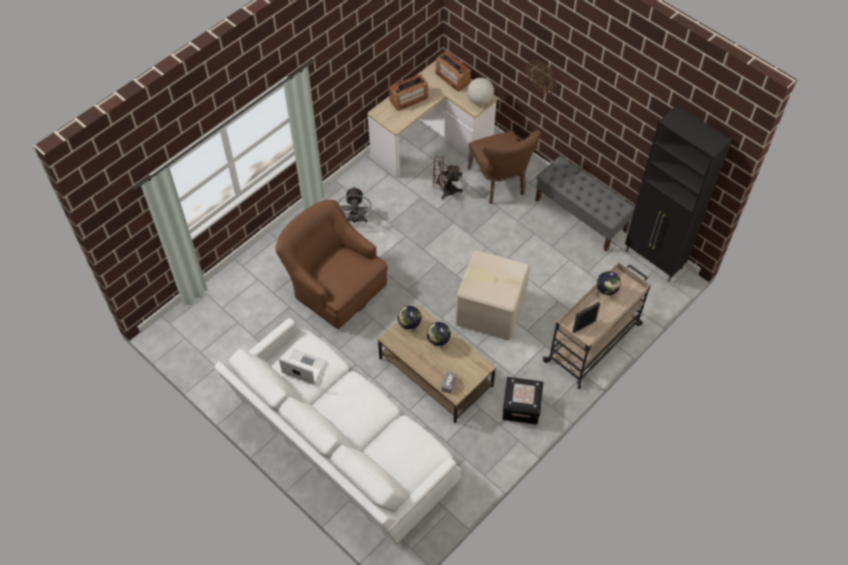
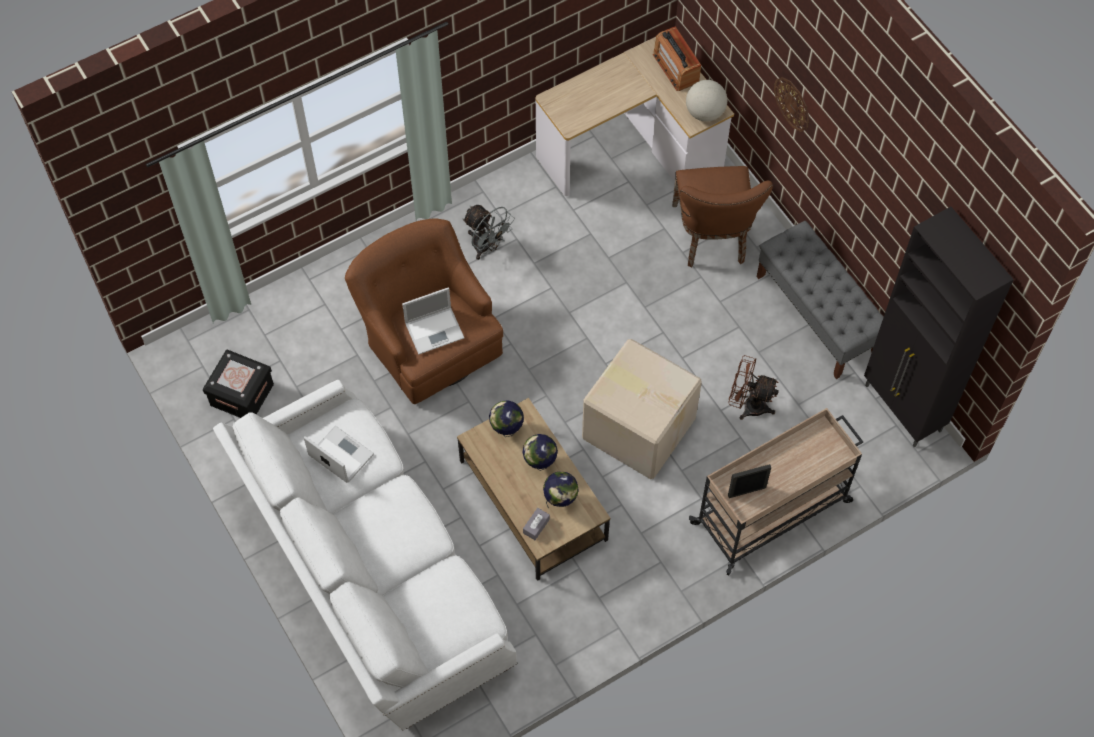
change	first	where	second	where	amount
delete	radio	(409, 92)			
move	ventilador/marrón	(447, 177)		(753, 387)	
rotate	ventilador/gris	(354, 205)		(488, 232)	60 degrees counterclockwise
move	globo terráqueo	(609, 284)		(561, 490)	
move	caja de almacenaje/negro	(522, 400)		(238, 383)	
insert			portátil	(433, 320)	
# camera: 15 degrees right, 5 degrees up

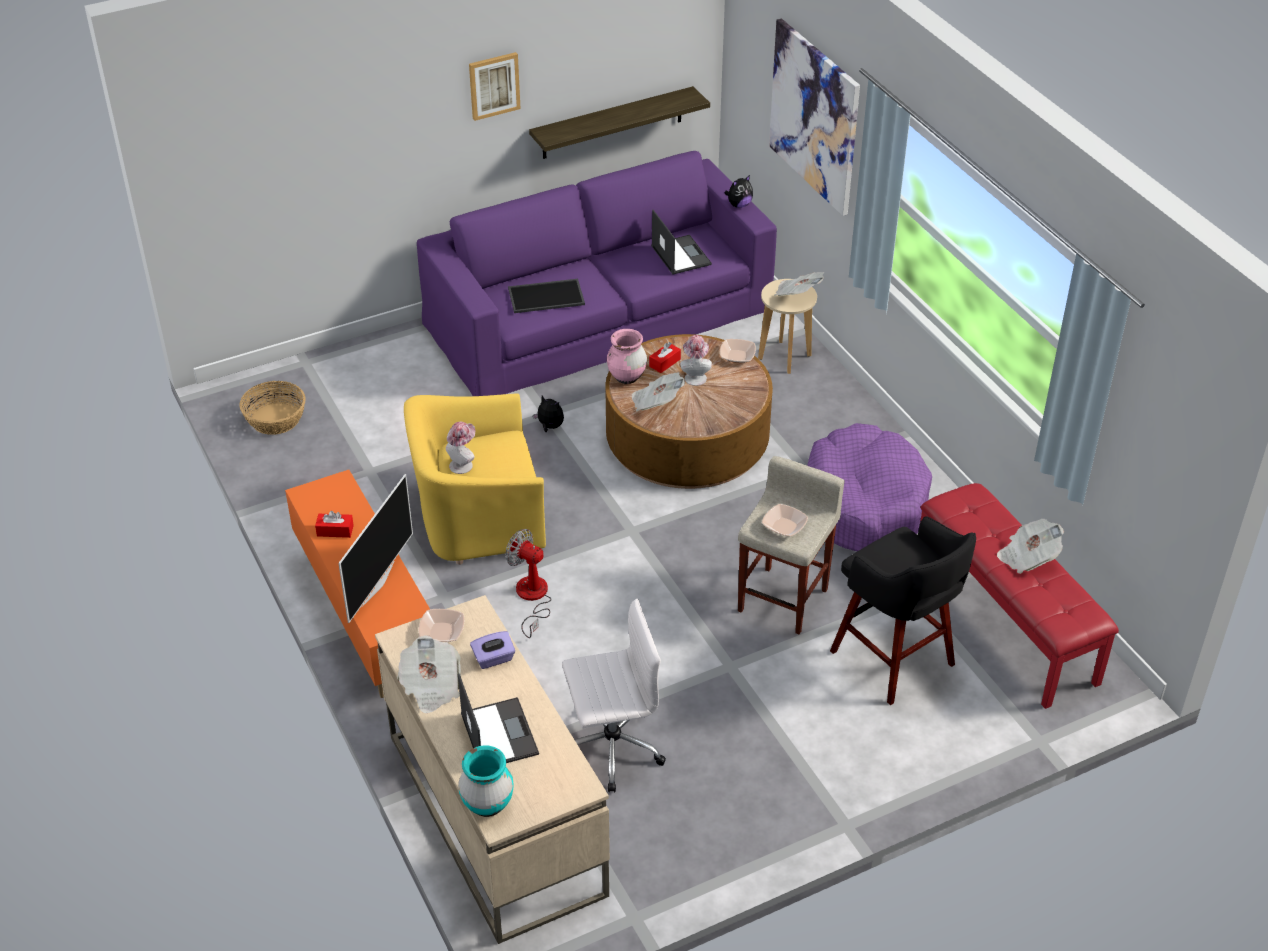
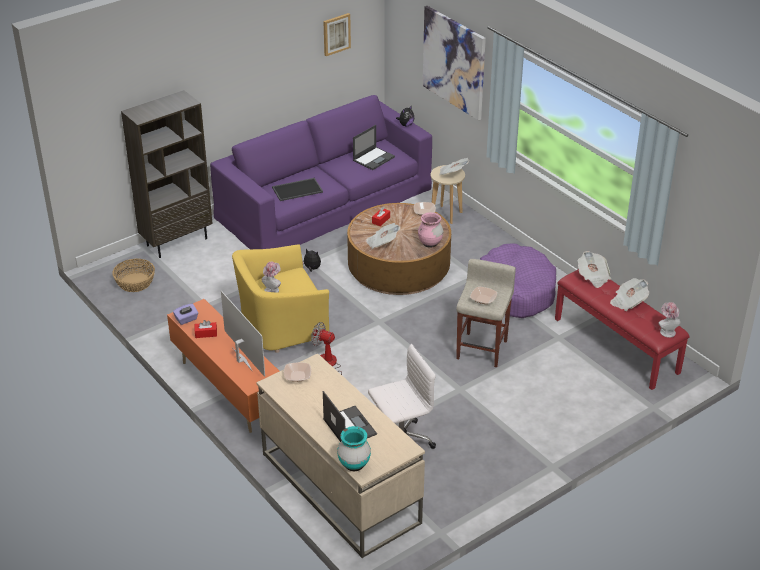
change	first	where	second	where	amount
move	cuadro	(495, 86)		(337, 34)	
delete	estante	(619, 122)			
rotate	portátil	(681, 242)		(374, 147)	75 degrees clockwise
move	florero/rosa	(627, 356)		(430, 230)	
move	sombrero	(696, 360)		(669, 320)	
rotate	televisor	(375, 548)		(243, 334)	45 degrees counterclockwise
delete	taburete/negro	(903, 610)			
move	caja de pañuelos/morado	(492, 650)		(185, 314)	
move	periódico	(429, 674)		(594, 269)	
insert			estantería/marrón	(167, 174)	
# camera: 10 degrees left, 5 degrees down

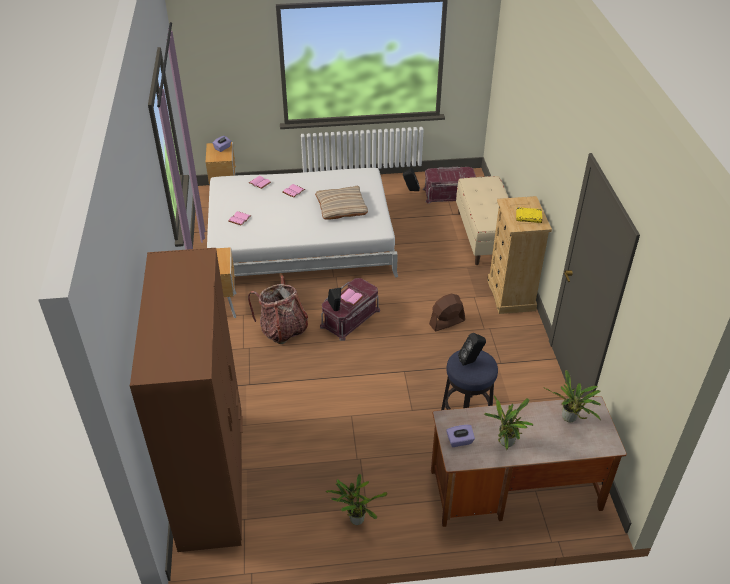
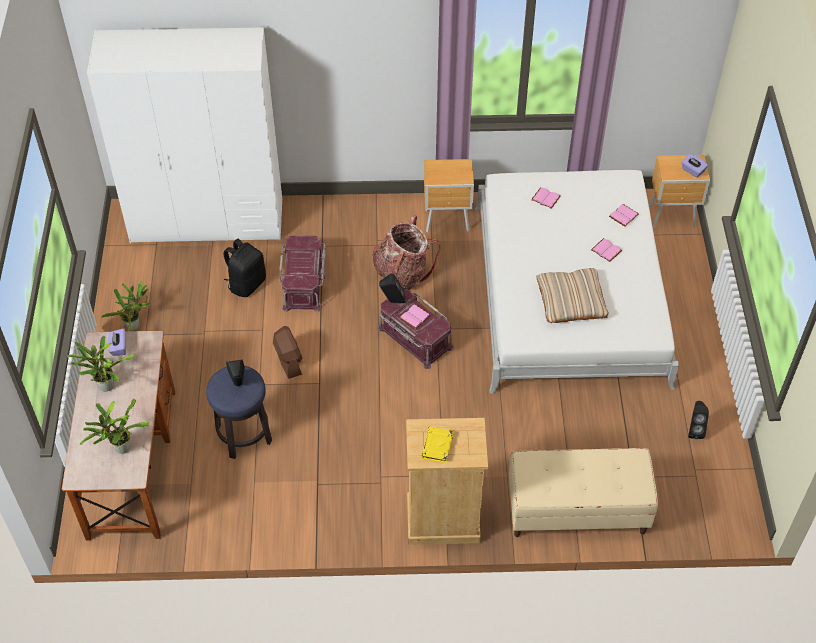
change	first	where	second	where	amount
move	caja de almacenaje/rojo	(449, 185)		(302, 274)	
recolor	armario ropero/marrón	(186, 400)	armario ropero/blanco	(184, 135)	
move	ventilador/marrón	(447, 312)		(287, 352)	
insert			mochila/negro	(245, 267)	
# camera: 95 degrees right, 10 degrees up

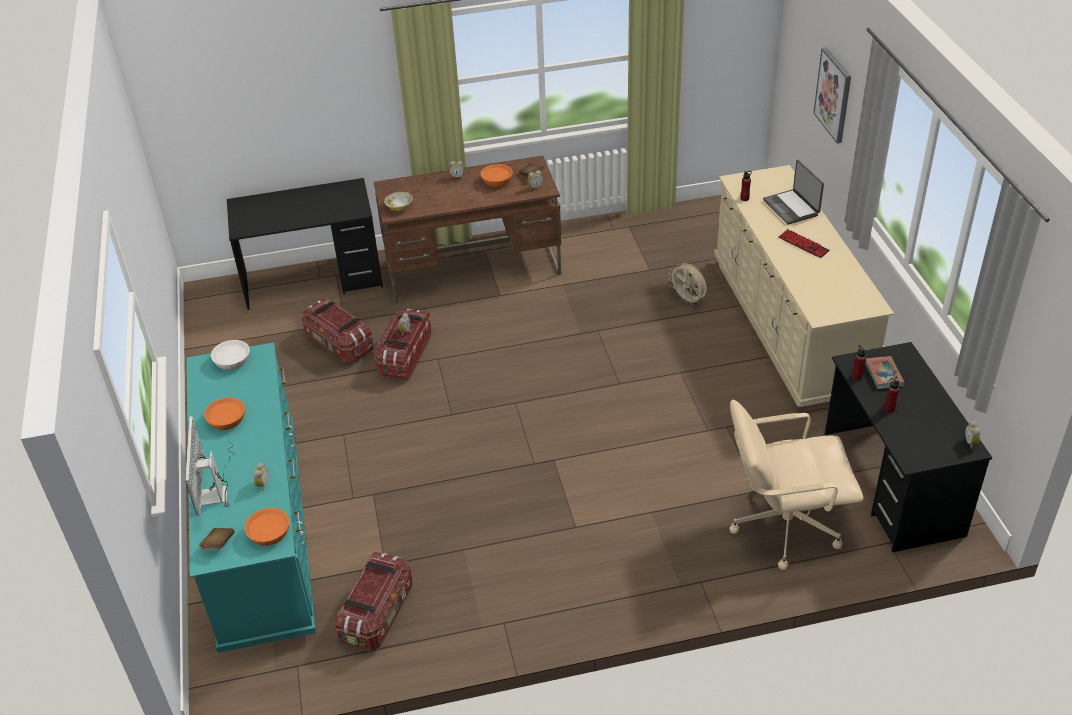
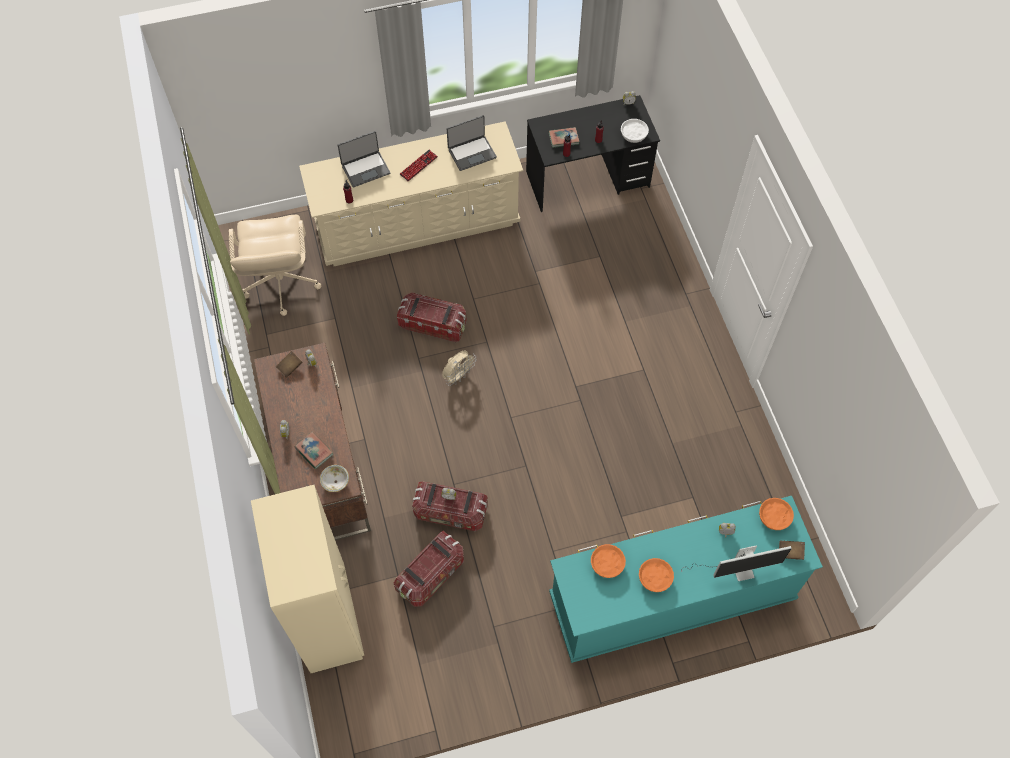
change	first	where	second	where	amount
delete	cuadro	(832, 95)			
move	cuenco/naranja	(497, 175)		(608, 561)	
replace	escritorio/negro	(305, 244)	armario ropero/beis	(307, 579)	
move	ventilador/beis	(688, 284)		(459, 368)	
move	cuenco/blanco	(230, 355)		(635, 131)	
move	silla de oficina/beis	(796, 485)		(275, 265)	
move	caja de almacenaje	(374, 601)		(432, 317)	
insert			portátil	(472, 143)	
insert			libro	(314, 450)	
# camera: 95 degrees left, 20 degrees up

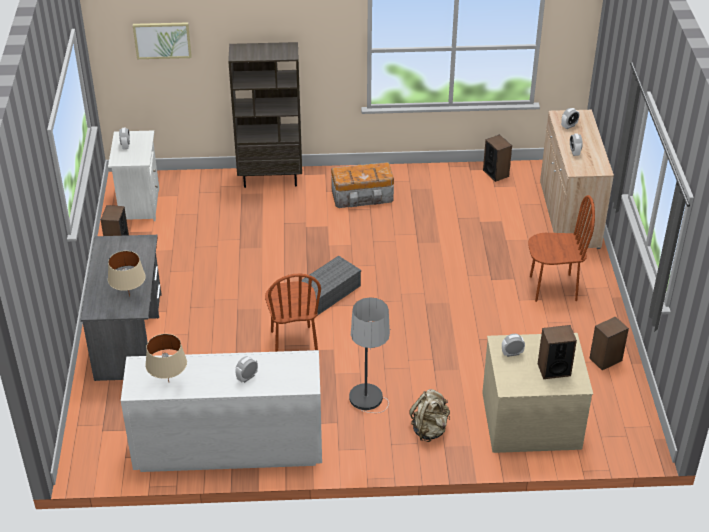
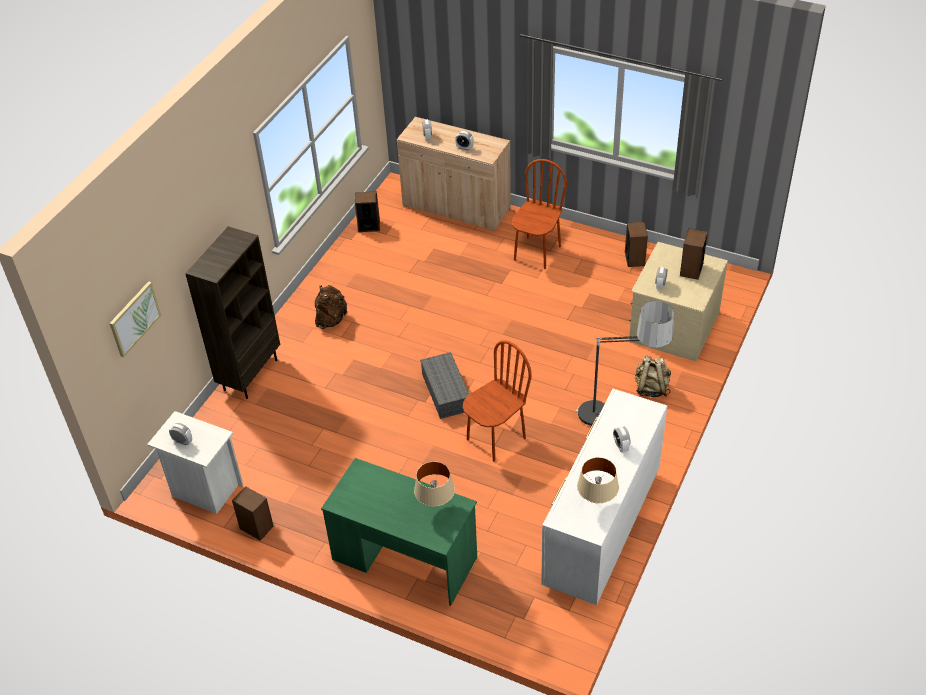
change	first	where	second	where	amount
replace	caja de almacenaje	(362, 185)	mochila/marrón	(331, 307)	
recolor	escritorio/gris	(121, 308)	escritorio/verde	(399, 532)	
rotate	silla/marrón	(293, 313)		(497, 400)	60 degrees counterclockwise
# camera: 60 degrees left, 5 degrees up

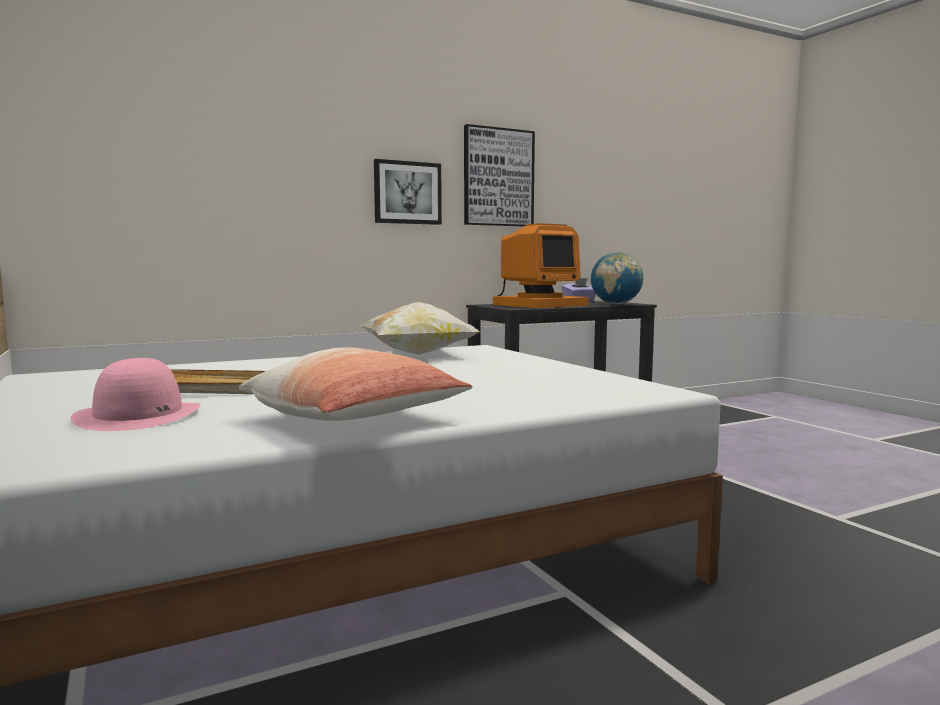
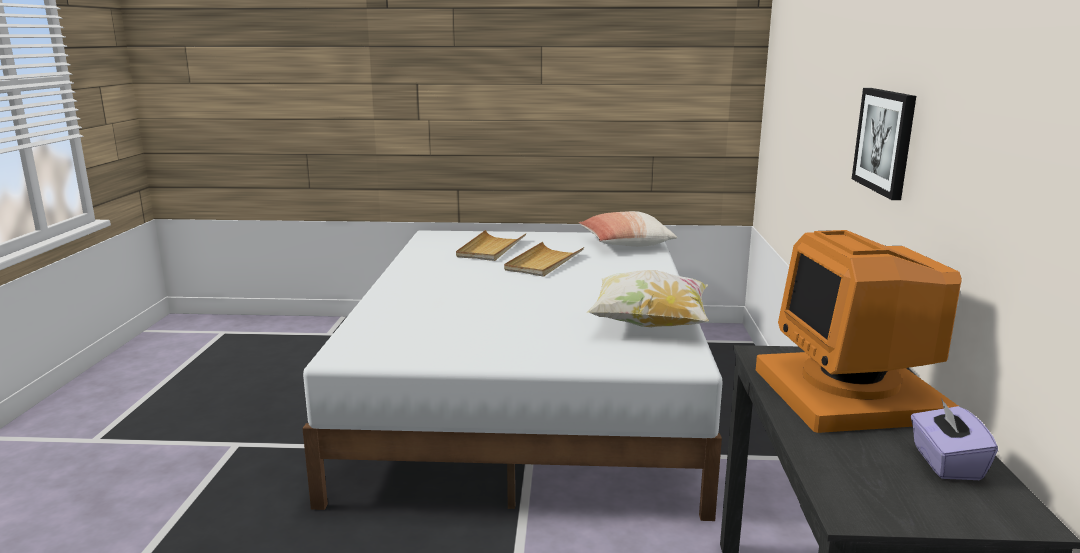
change	first	where	second	where	amount
delete	cuadro	(499, 175)			
delete	globo terráqueo	(617, 278)			
move	cojín	(356, 384)		(628, 229)	
replace	sombrero/rosa	(136, 394)	bandeja/beis	(491, 245)	
# camera: 120 degrees right, 10 degrees up

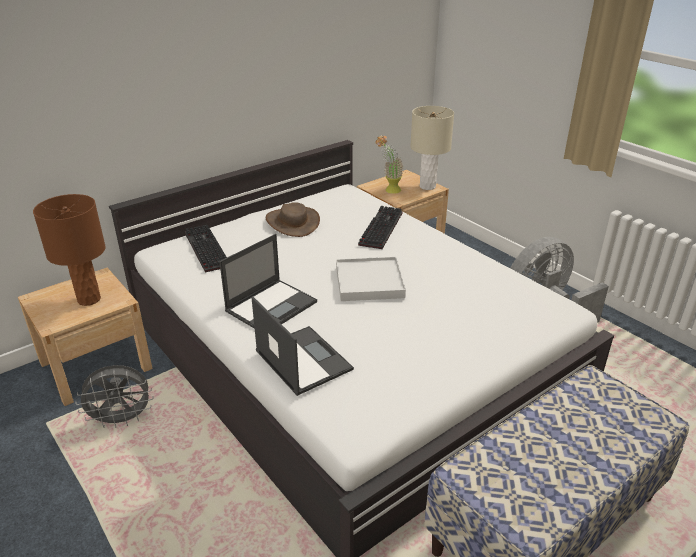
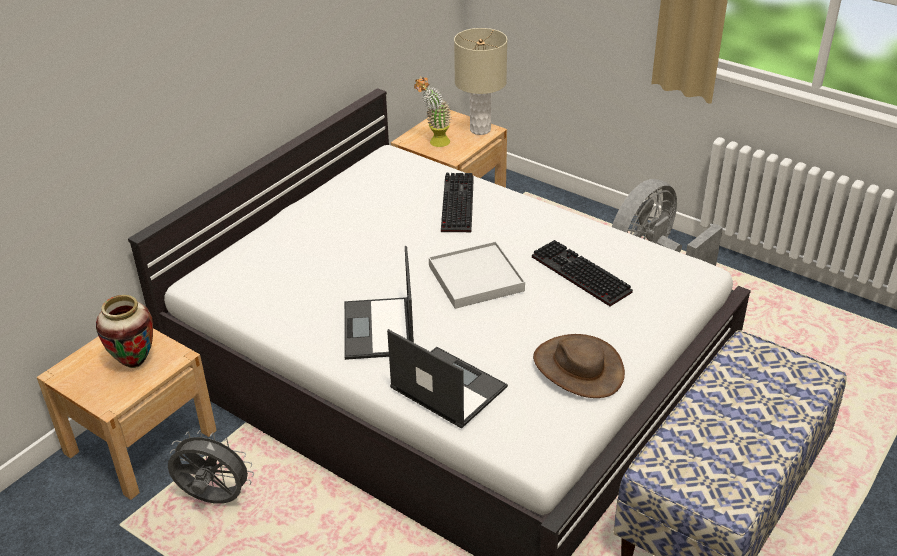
change	first	where	second	where	amount
replace	lámpara de mesa/marrón	(69, 250)	florero	(124, 331)	
move	sombrero/marrón	(293, 219)		(579, 366)	
move	teclado	(206, 248)		(582, 273)	
rotate	portátil	(268, 281)		(379, 303)	150 degrees clockwise
rotate	ventilador/gris	(114, 396)		(211, 467)	135 degrees counterclockwise
# camera: 15 degrees left, 5 degrees up

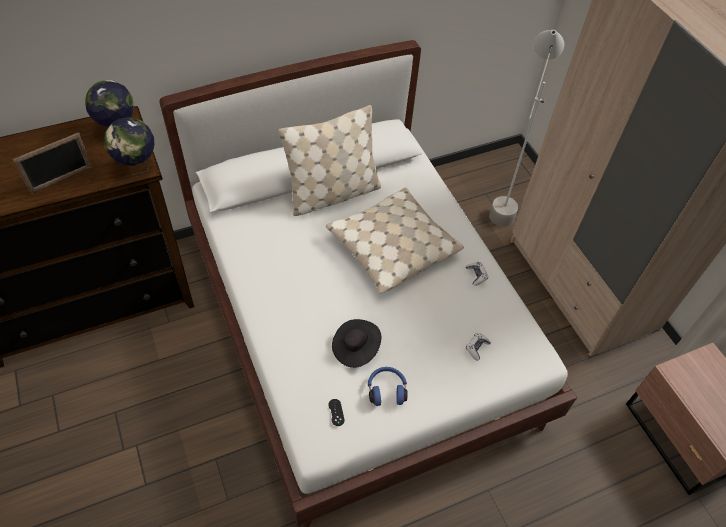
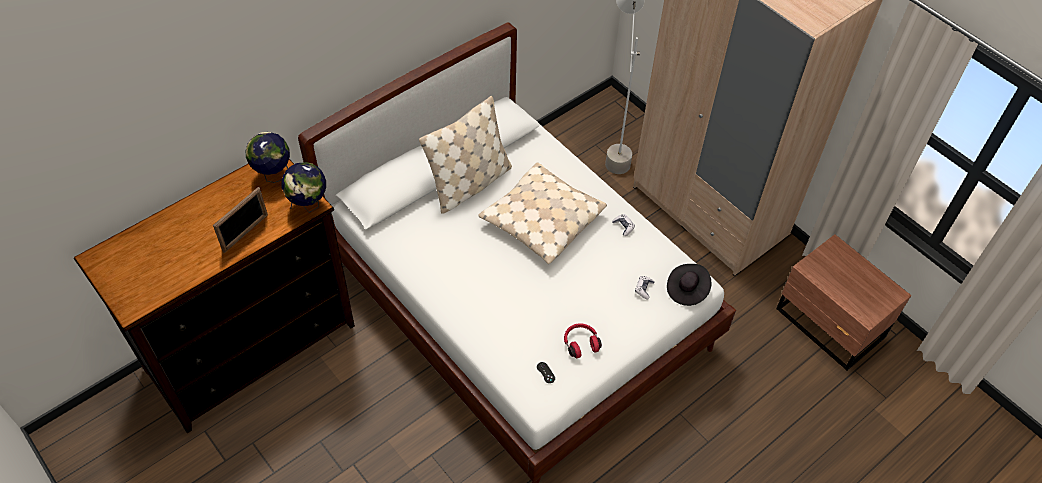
change	first	where	second	where	amount
move	sombrero/negro	(356, 343)		(689, 285)	
recolor	auriculares/azul	(388, 386)	auriculares/rojo	(583, 340)	
# camera: 15 degrees left, 0 degrees up

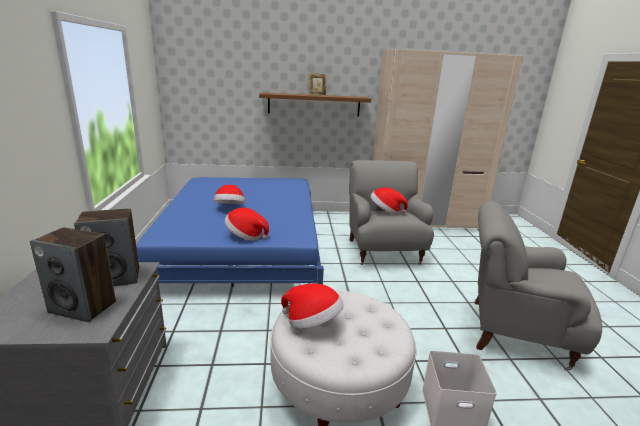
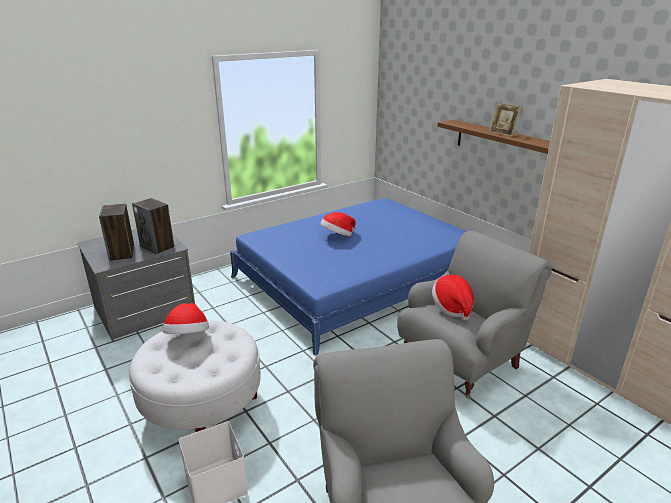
change	first	where	second	where	amount
delete	sombrero	(247, 224)			
# camera: 60 degrees right, 5 degrees up

